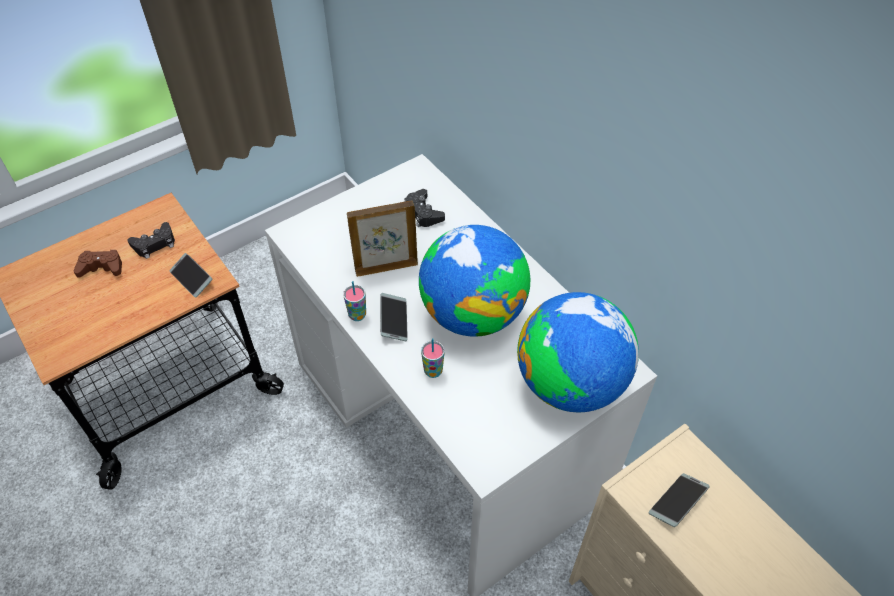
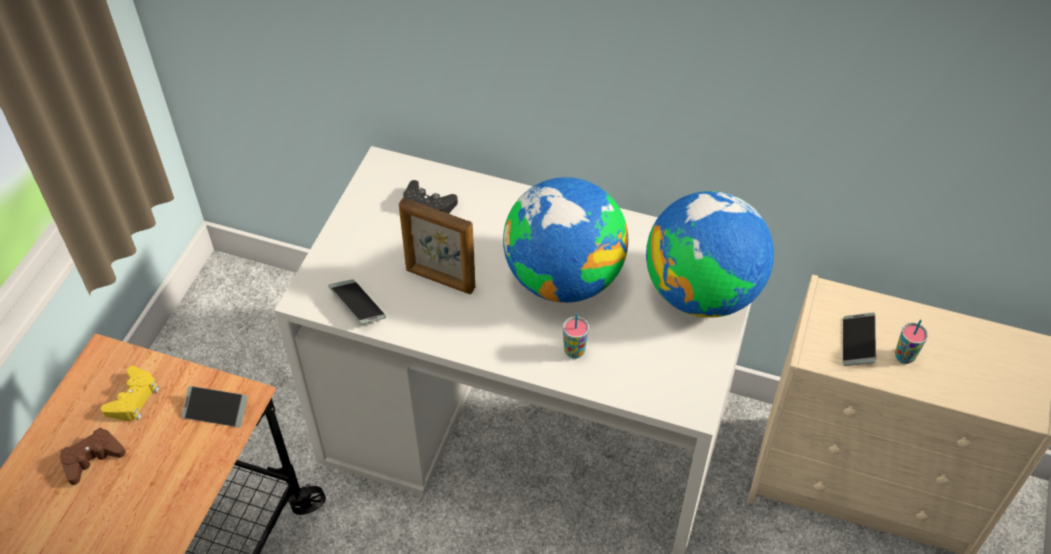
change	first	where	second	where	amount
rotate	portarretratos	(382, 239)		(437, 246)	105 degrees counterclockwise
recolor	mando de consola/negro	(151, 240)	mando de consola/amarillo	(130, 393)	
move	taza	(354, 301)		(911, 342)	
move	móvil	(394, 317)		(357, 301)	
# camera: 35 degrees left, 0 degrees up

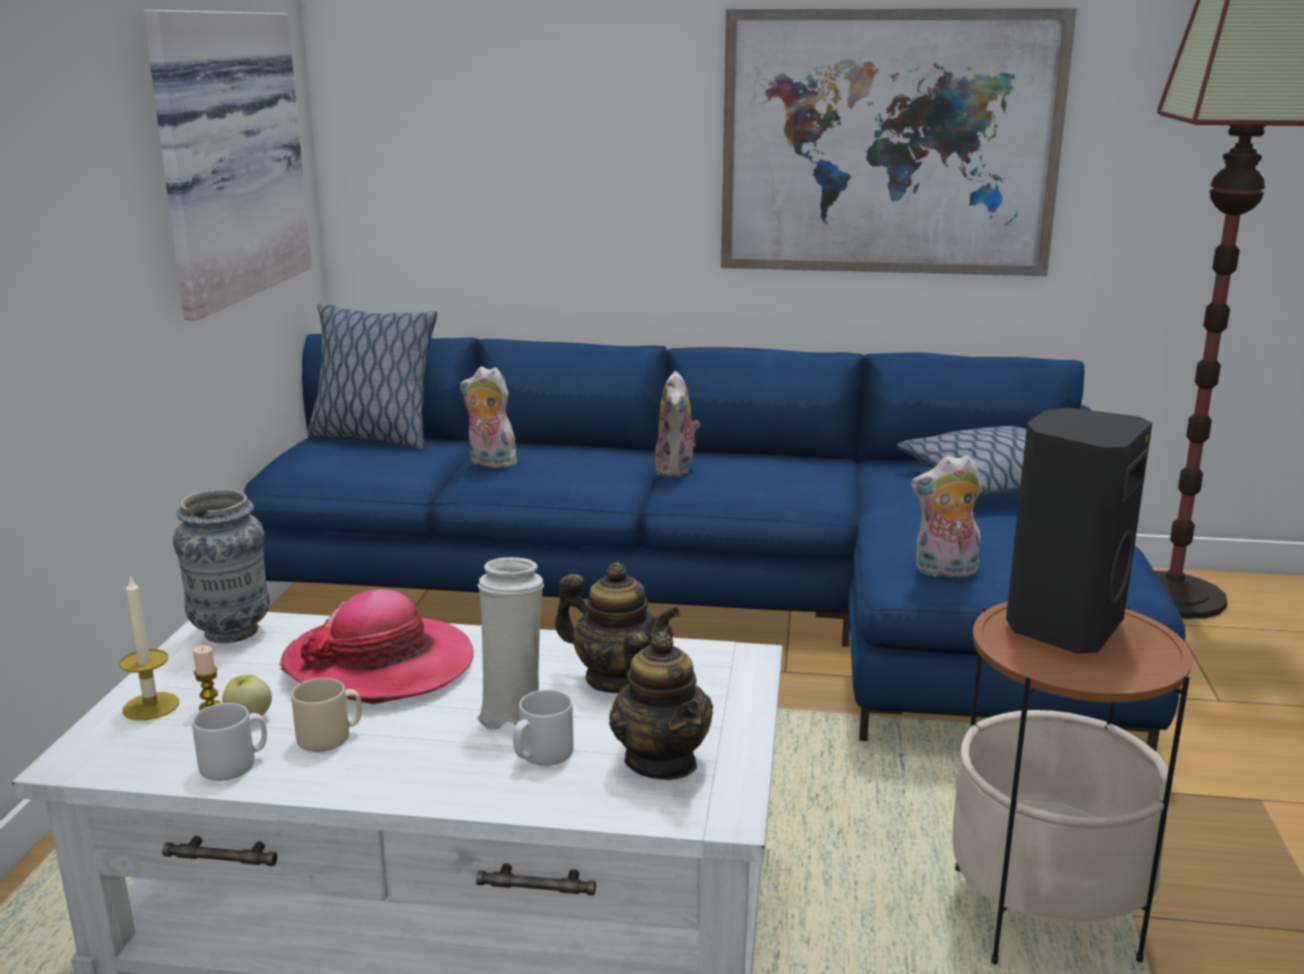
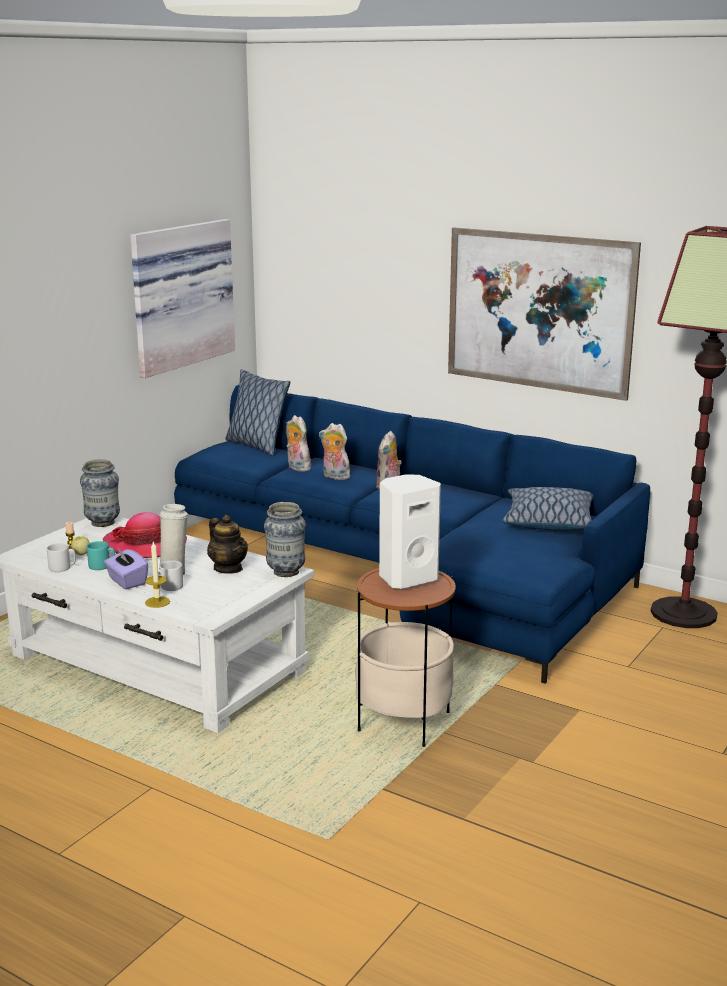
change	first	where	second	where	amount
recolor	altavoz/negro	(1079, 531)	altavoz/blanco	(410, 531)	
move	peluche	(946, 516)		(336, 451)	
move	vela	(149, 647)		(157, 574)	
delete	tetera	(661, 705)			
recolor	taza grande/beis	(326, 715)	taza grande/turquesa	(101, 555)	
insert			florero	(285, 539)	
insert			caja de pañuelos/morado	(126, 568)	
# camera: 25 degrees right, 0 degrees up

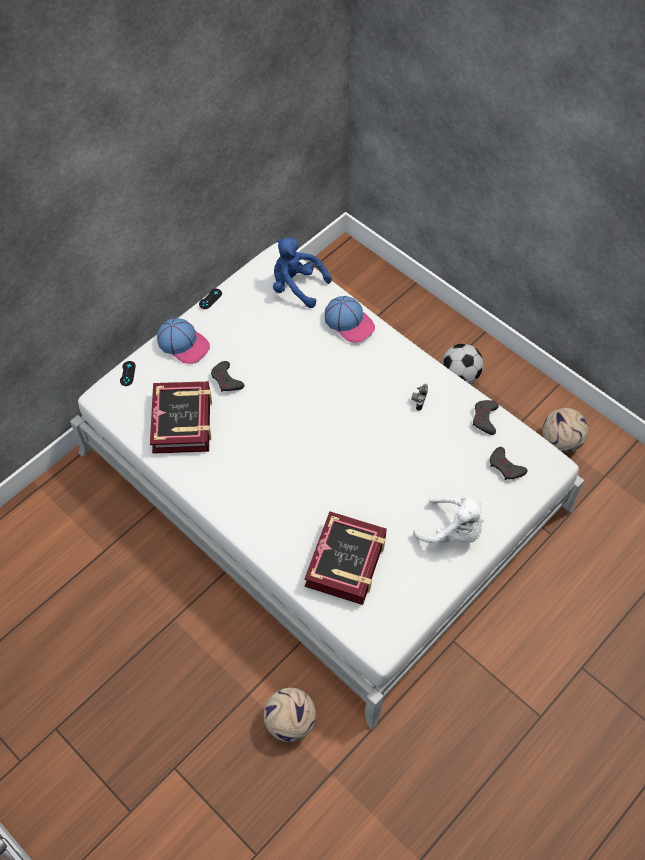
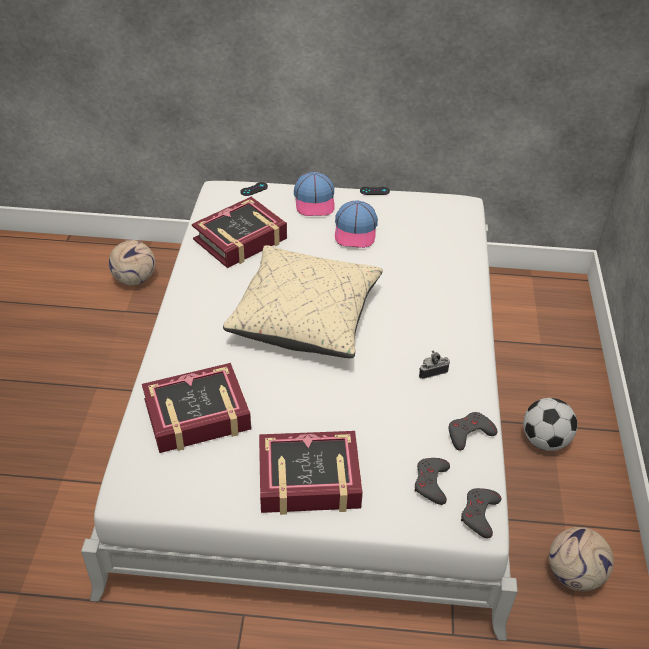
change	first	where	second	where	amount
delete	peluche/azul	(302, 273)			
move	gorra	(350, 319)		(356, 224)	
move	mando de consola/gris	(228, 376)		(481, 513)	
replace	peluche/blanco	(448, 519)	libro	(311, 473)	
move	balón de fútbol	(290, 715)		(132, 262)	
insert			cojín/beis	(303, 301)	
# camera: 50 degrees right, 15 degrees down

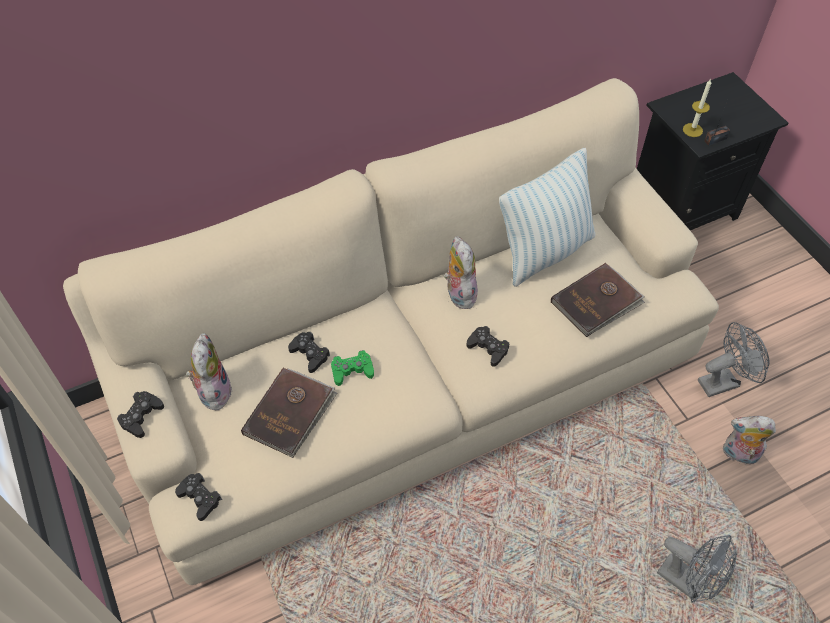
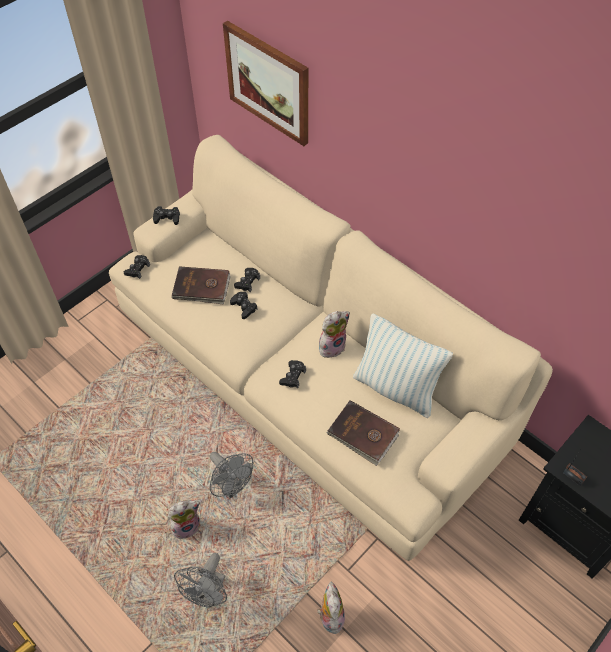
change	first	where	second	where	amount
delete	vela	(697, 108)			
move	ventilador/gris	(734, 359)		(231, 475)	
move	peluche	(209, 371)		(184, 519)	
recolor	mando de consola/verde	(352, 368)	mando de consola/negro	(244, 305)	
insert			cuadro	(265, 83)	
# camera: 70 degrees right, 0 degrees up

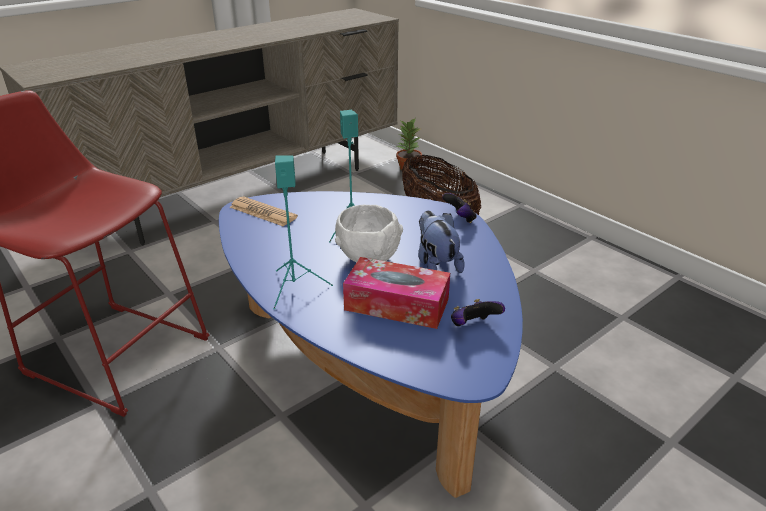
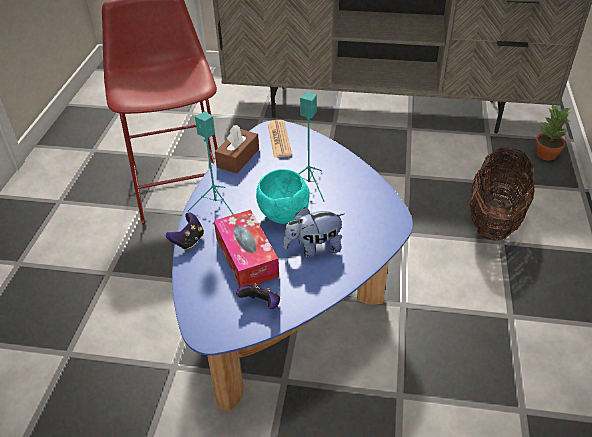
change	first	where	second	where	amount
move	mando de consola	(459, 208)		(185, 231)	
recolor	cuenco/blanco	(369, 233)	cuenco/turquesa	(283, 196)	
rotate	peluche	(441, 242)		(313, 232)	135 degrees counterclockwise
insert			caja de pañuelos/marrón	(237, 149)	
# camera: 50 degrees right, 10 degrees up

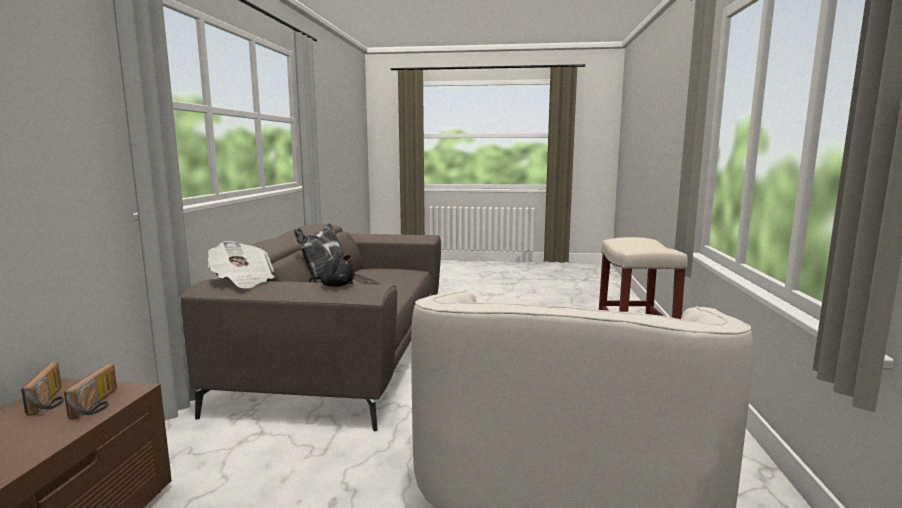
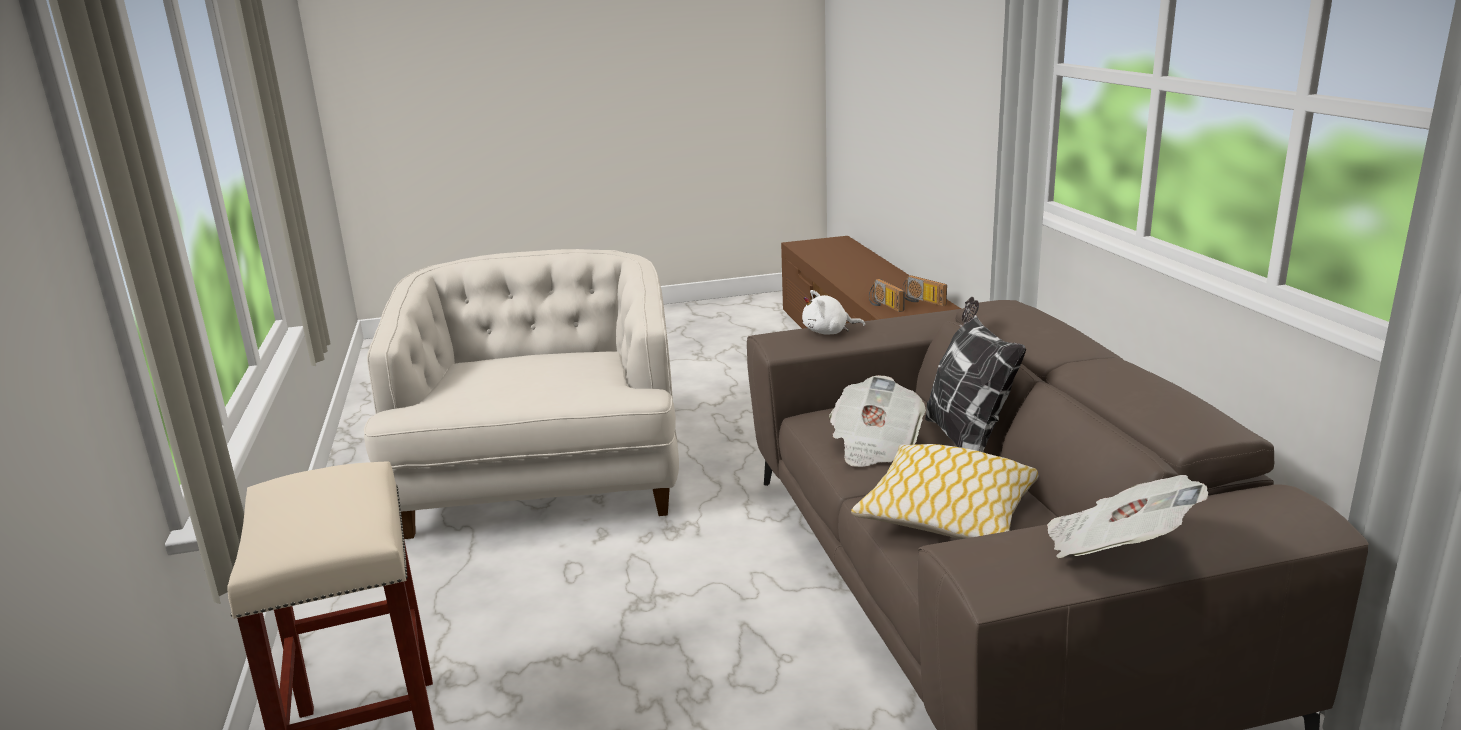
change	first	where	second	where	amount
move	periódico	(241, 265)		(1128, 516)	
recolor	peluche/negro	(332, 271)	peluche/blanco	(833, 312)	
insert			cojín	(944, 491)	
# camera: 160 degrees right, 10 degrees up

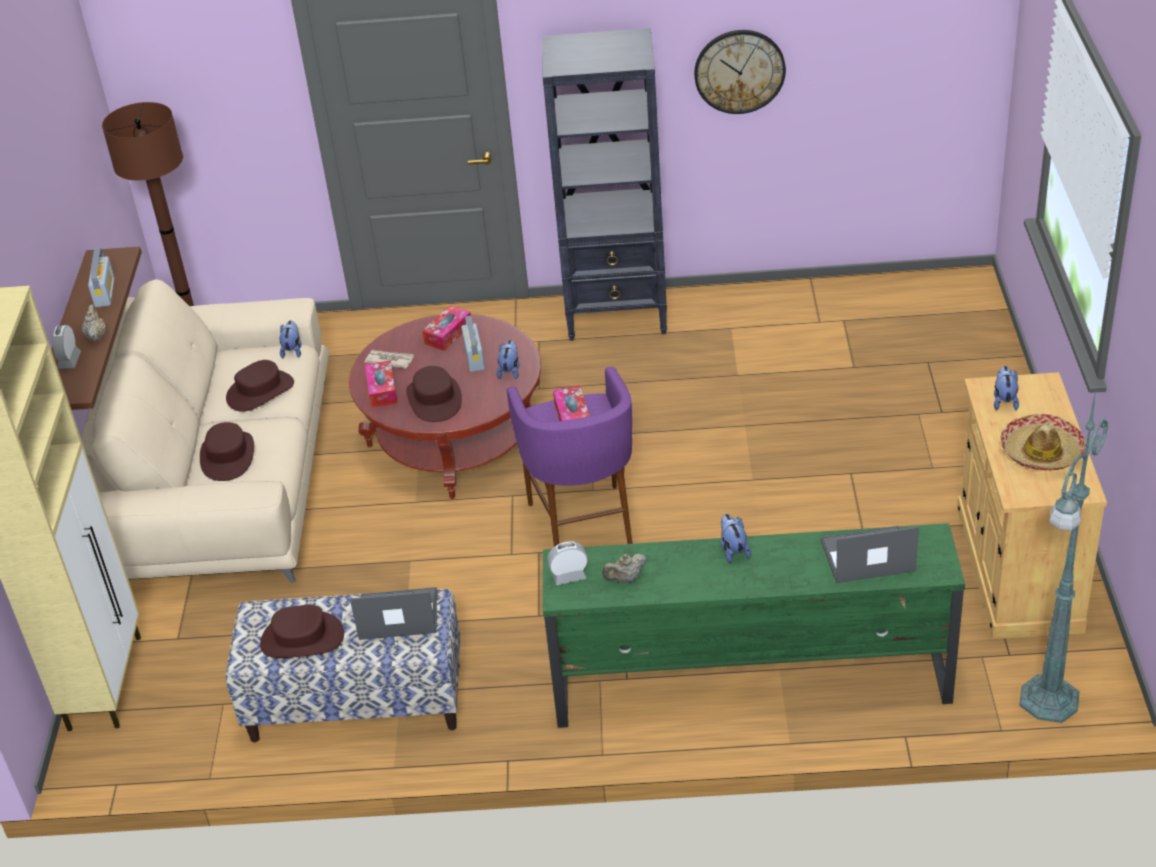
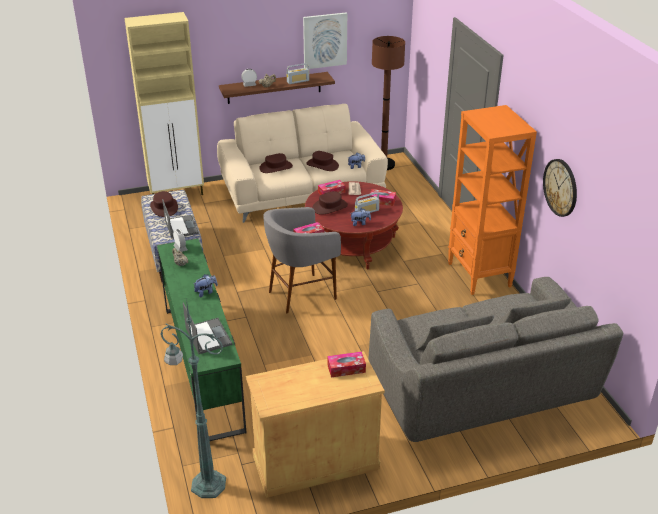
change	first	where	second	where	amount
recolor	estantería/negro	(604, 184)	estantería/naranja	(492, 200)	
replace	peluche	(1006, 388)	caja de pañuelos	(346, 364)	
recolor	taburete/morado	(569, 457)	taburete/gris	(302, 260)	
delete	sombrero	(1043, 442)			
insert			cuadro	(325, 40)	
insert			sofá/gris	(496, 359)	
# camera: 70 degrees right, 5 degrees down

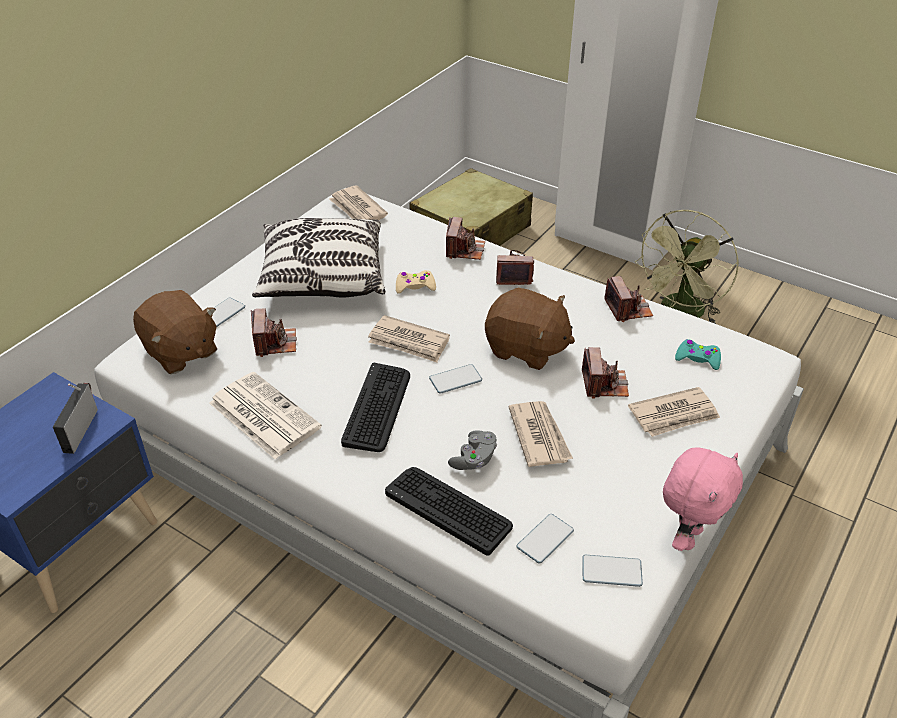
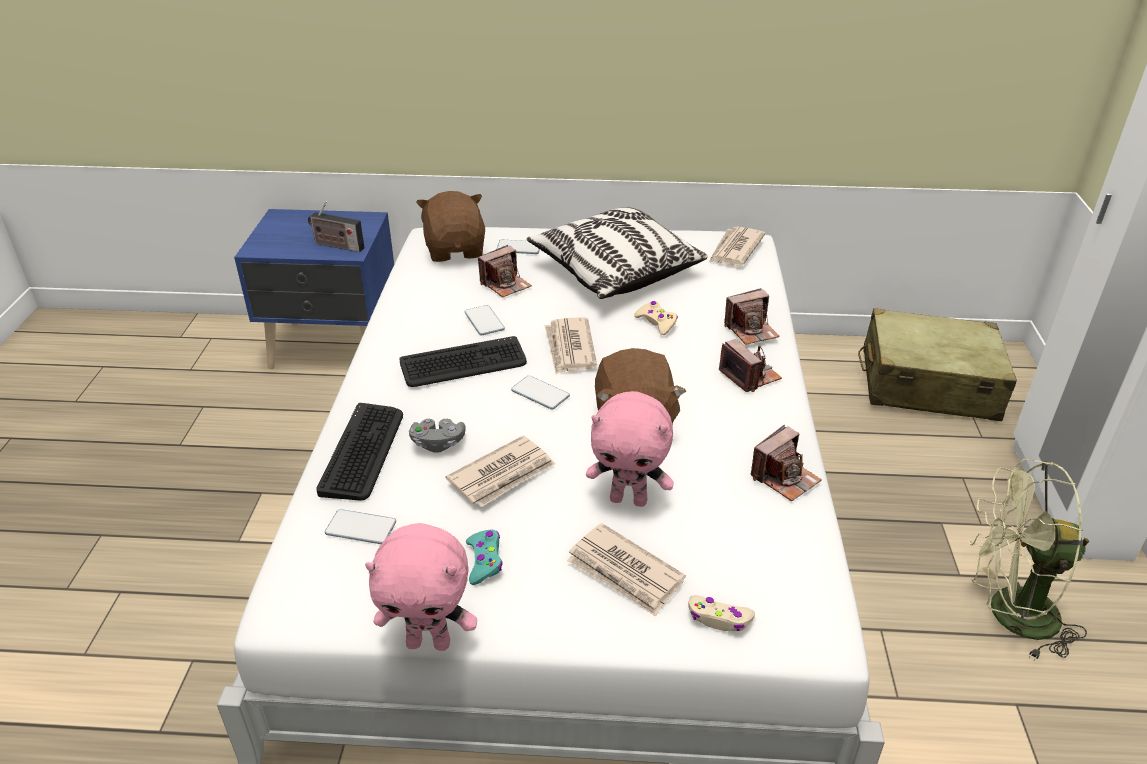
change	first	where	second	where	amount
rotate	peluche/marrón	(175, 332)		(450, 226)	150 degrees clockwise
move	mando de consola/turquesa	(698, 354)		(484, 557)	
replace	cámara	(605, 373)	peluche/rosa	(630, 449)	
delete	periódico	(265, 415)			
rotate	radio	(75, 418)		(336, 226)	135 degrees counterclockwise
move	móvil	(612, 571)		(484, 320)	
insert			mando de consola/beis	(721, 613)	
# camera: 60 degrees right, 5 degrees down

